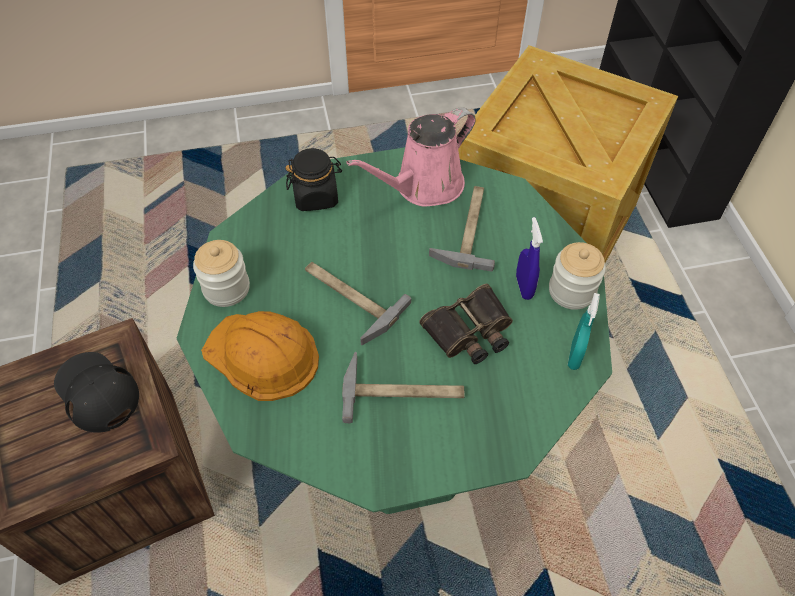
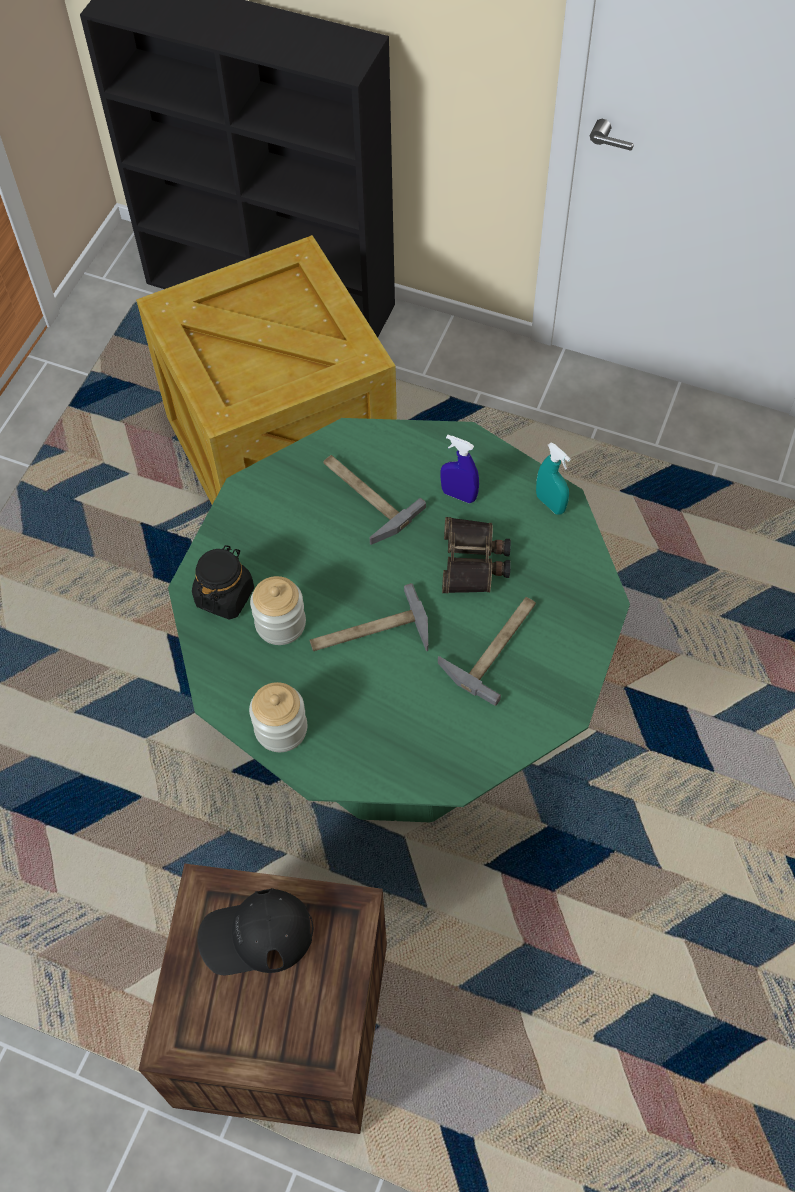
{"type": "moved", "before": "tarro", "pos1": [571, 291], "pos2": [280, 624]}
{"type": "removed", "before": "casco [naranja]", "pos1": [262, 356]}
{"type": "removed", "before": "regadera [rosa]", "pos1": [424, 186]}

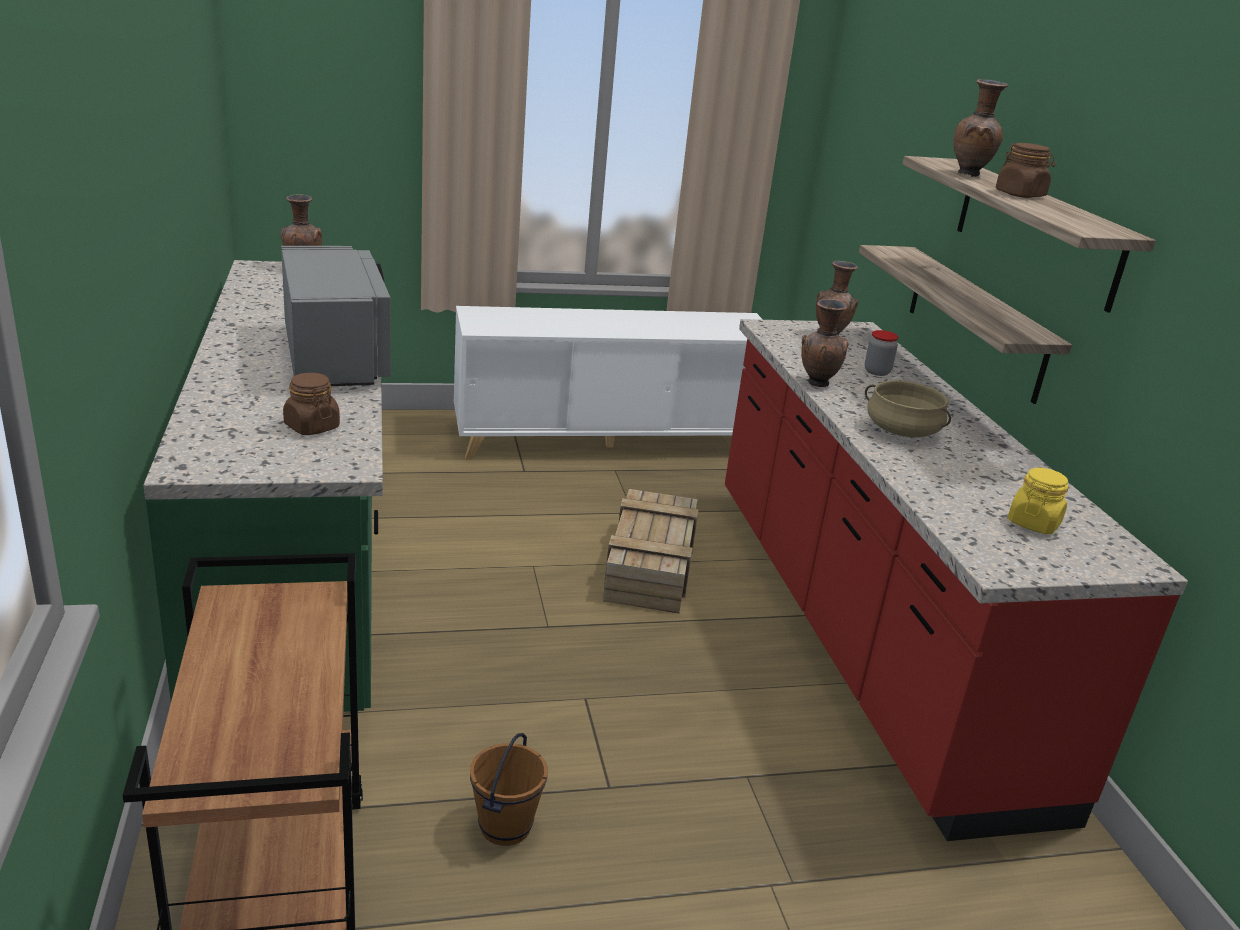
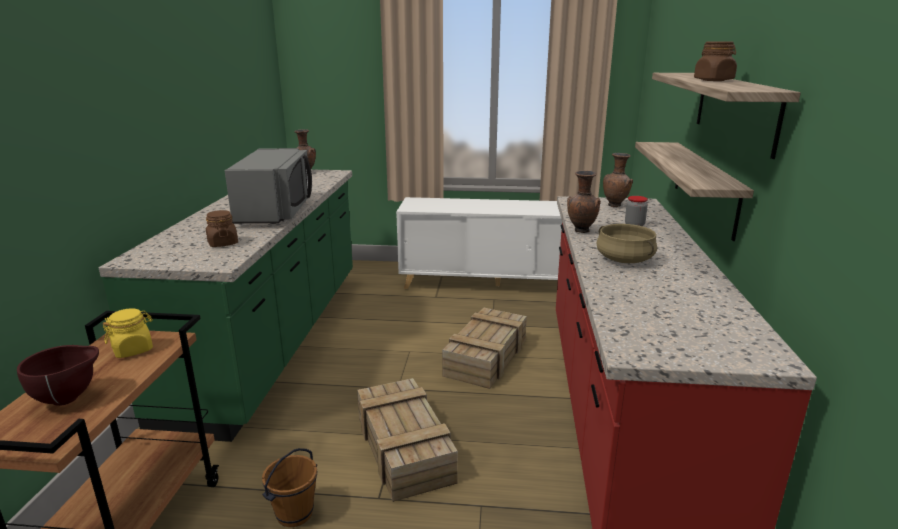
{"type": "added", "after": "cuenco [marrón]", "pos2": [69, 398]}
{"type": "moved", "before": "tarro [amarillo]", "pos1": [1033, 523], "pos2": [133, 349]}
{"type": "added", "after": "caja de embalaje", "pos2": [405, 449]}
{"type": "removed", "before": "florero [marrón]", "pos1": [969, 175]}

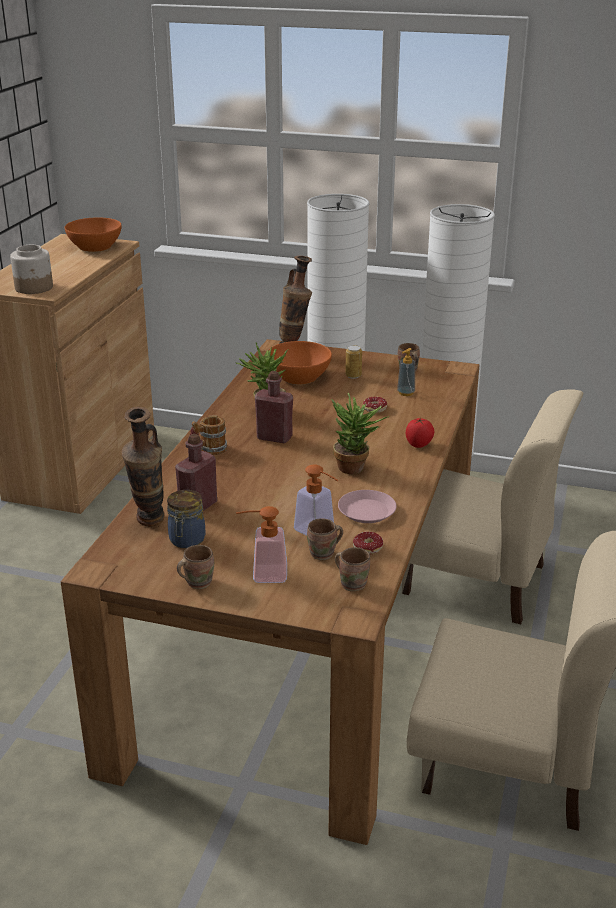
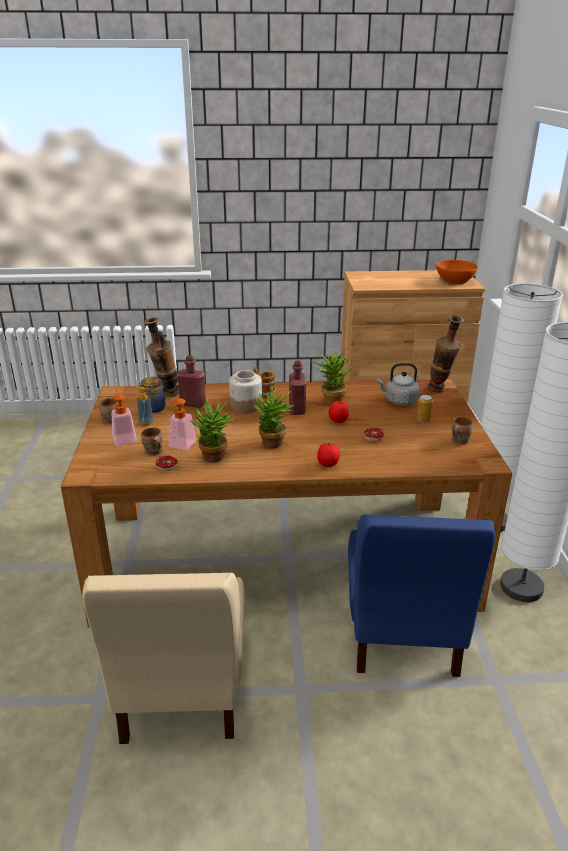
{"type": "moved", "before": "dispensador de jabón", "pos1": [405, 393], "pos2": [146, 423]}
{"type": "replaced", "before": "plato [rosa]", "after": "planta en maceta", "pos1": [367, 511], "pos2": [214, 459]}
{"type": "moved", "before": "tarro", "pos1": [34, 288], "pos2": [246, 406]}
{"type": "added", "after": "tomate", "pos2": [338, 421]}
{"type": "recoloured", "before": "silla [beis]", "after": "silla [azul]", "pos1": [475, 579], "pos2": [402, 632]}
{"type": "replaced", "before": "cuenco [naranja]", "after": "hervidor [gris]", "pos1": [299, 377], "pos2": [399, 401]}
{"type": "removed", "before": "taza grande [marrón]", "pos1": [353, 583]}

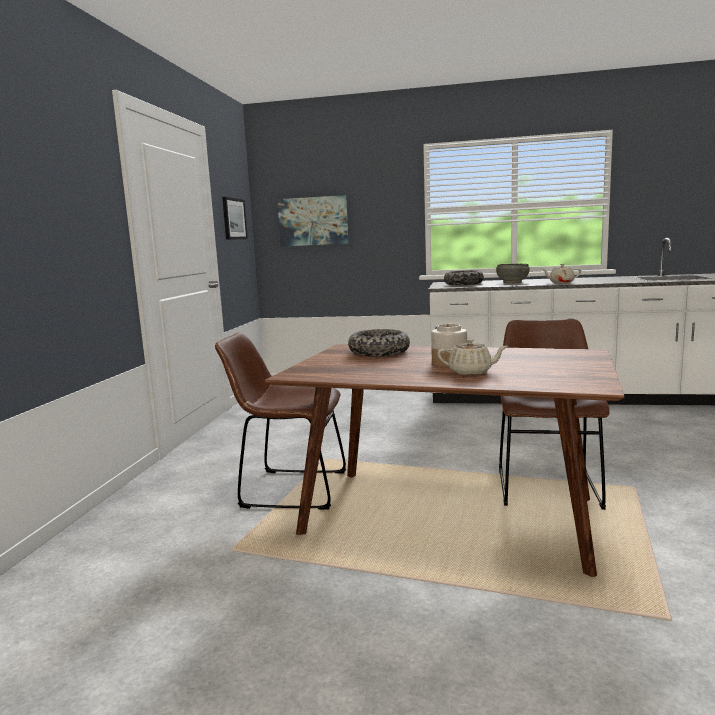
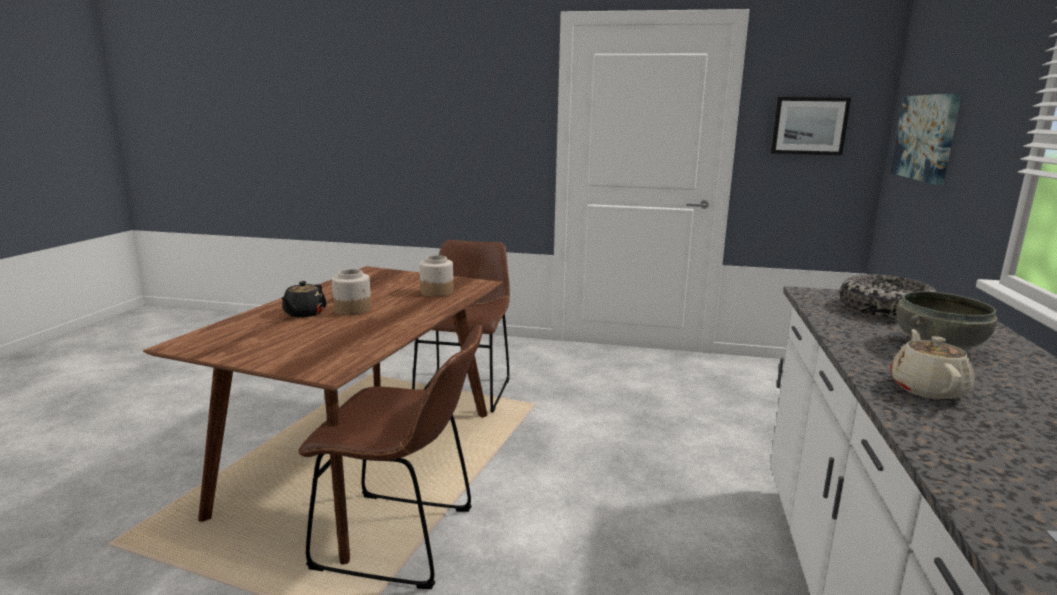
{"type": "recoloured", "before": "tetera [beis]", "after": "tetera [negro]", "pos1": [471, 372], "pos2": [304, 313]}
{"type": "replaced", "before": "cuenco", "after": "tarro", "pos1": [379, 352], "pos2": [437, 292]}

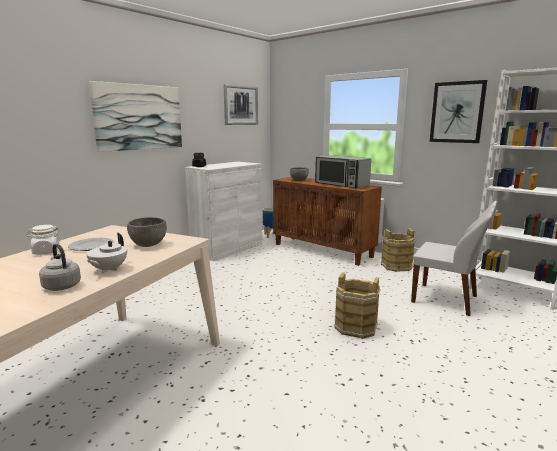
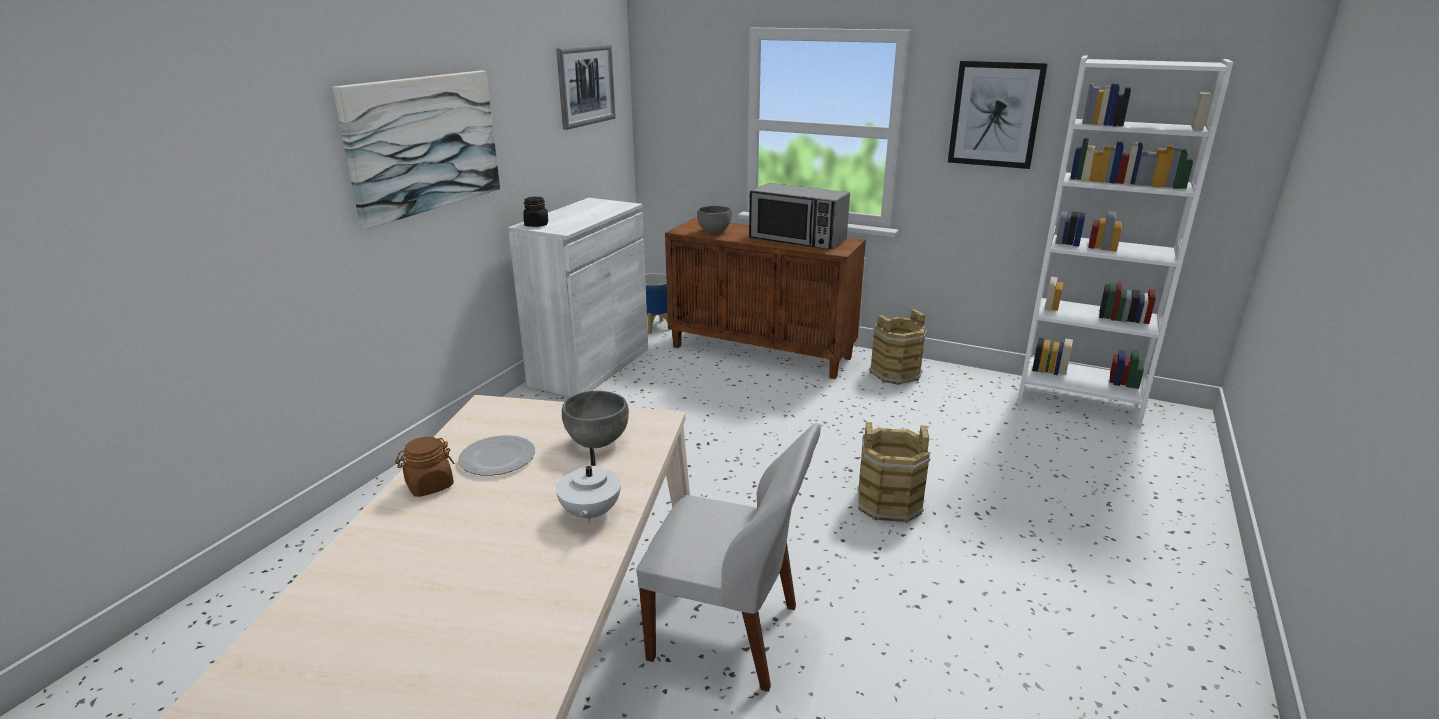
{"type": "recoloured", "before": "tarro [blanco]", "after": "tarro [marrón]", "pos1": [46, 252], "pos2": [429, 485]}
{"type": "moved", "before": "silla [blanco]", "pos1": [446, 300], "pos2": [729, 634]}
{"type": "removed", "before": "hervidor [gris]", "pos1": [61, 286]}

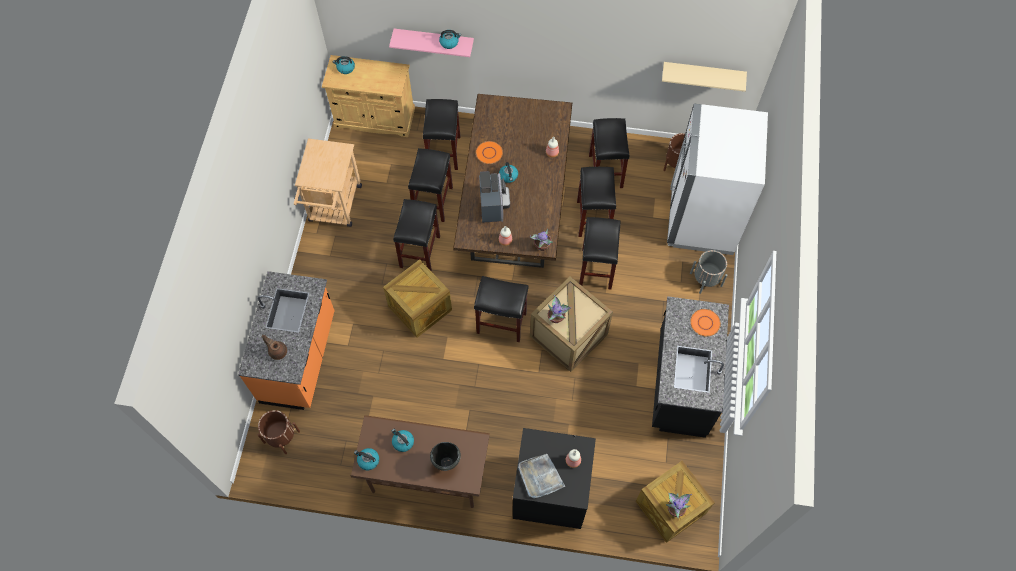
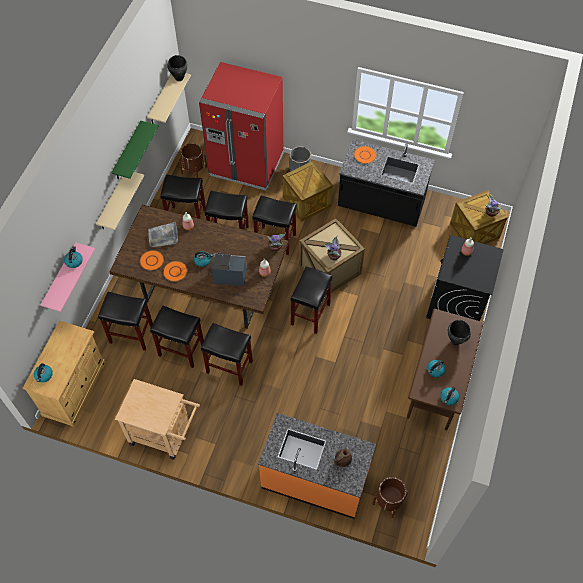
{"type": "added", "after": "estante [beis]", "pos2": [113, 201]}
{"type": "added", "after": "estante [verde]", "pos2": [127, 152]}
{"type": "added", "after": "plato [naranja]", "pos2": [152, 261]}
{"type": "moved", "before": "bandeja [gris]", "pos1": [540, 477], "pos2": [163, 236]}
{"type": "added", "after": "olla [negro]", "pos2": [179, 78]}
{"type": "recoloured", "before": "nevera [blanco]", "after": "nevera [rojo]", "pos1": [701, 217], "pos2": [246, 165]}
{"type": "moved", "before": "caja de embalaje", "pos1": [420, 308], "pos2": [307, 202]}

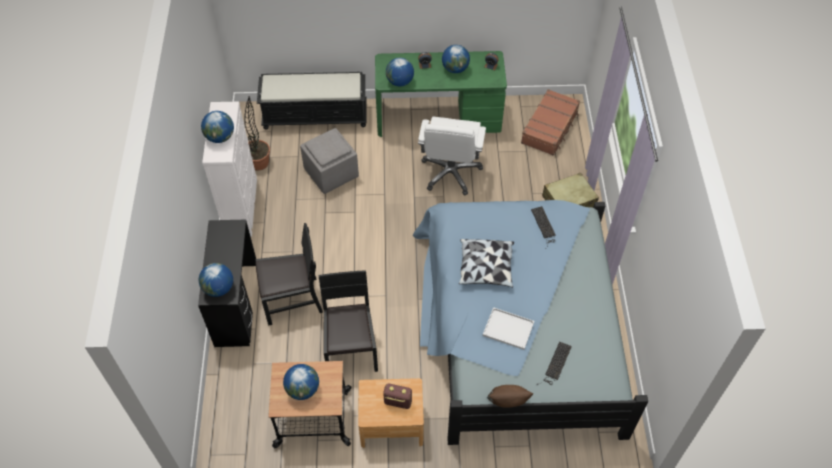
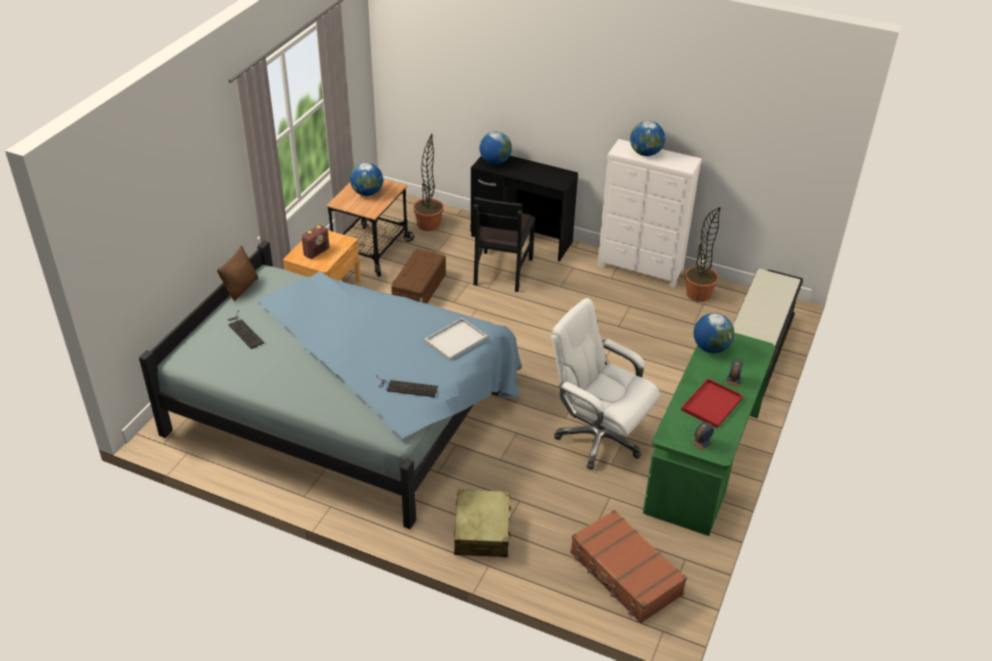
{"type": "replaced", "before": "silla [negro]", "after": "caja de almacenaje [marrón]", "pos1": [350, 349], "pos2": [420, 290]}
{"type": "added", "after": "planta en maceta", "pos2": [428, 225]}
{"type": "moved", "before": "bandeja [blanco]", "pos1": [509, 329], "pos2": [455, 341]}
{"type": "replaced", "before": "globo terráqueo", "after": "bandeja [rojo]", "pos1": [455, 69], "pos2": [712, 405]}
{"type": "removed", "before": "puf [gris]", "pos1": [331, 172]}
{"type": "removed", "before": "cojín", "pos1": [486, 268]}

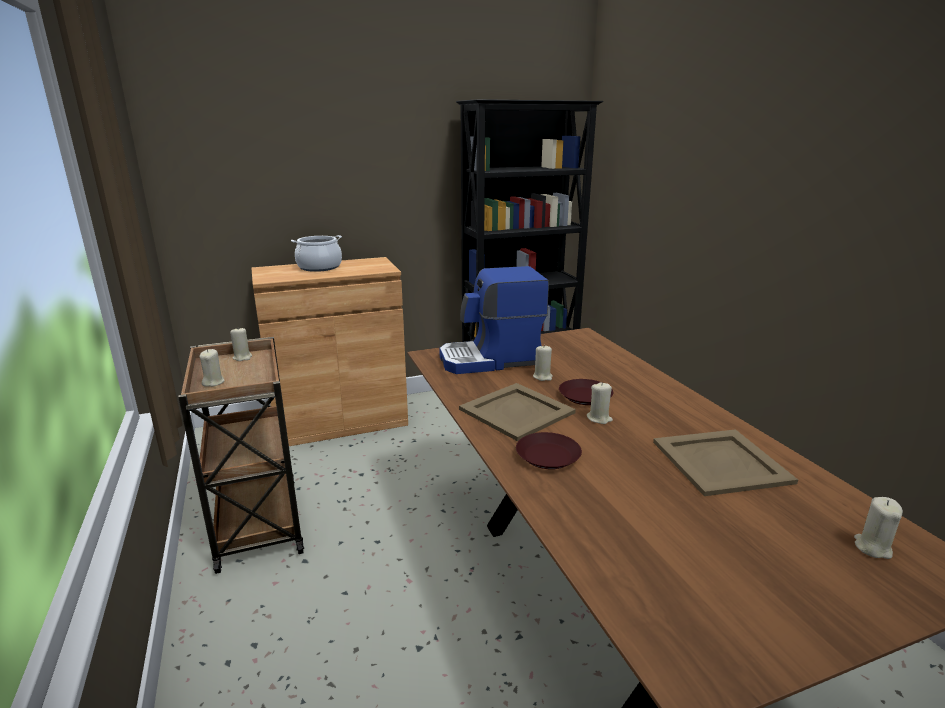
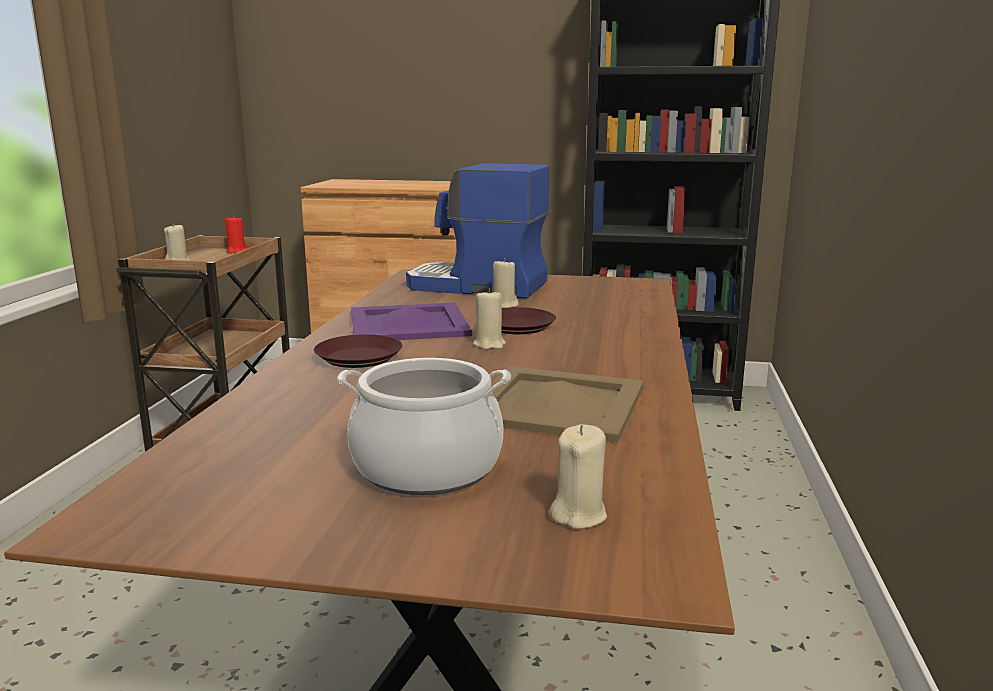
{"type": "recoloured", "before": "vela [beis]", "after": "vela [rojo]", "pos1": [242, 357], "pos2": [237, 251]}
{"type": "moved", "before": "olla", "pos1": [319, 267], "pos2": [427, 468]}
{"type": "recoloured", "before": "bandeja [beis]", "after": "bandeja [morado]", "pos1": [516, 411], "pos2": [407, 324]}

